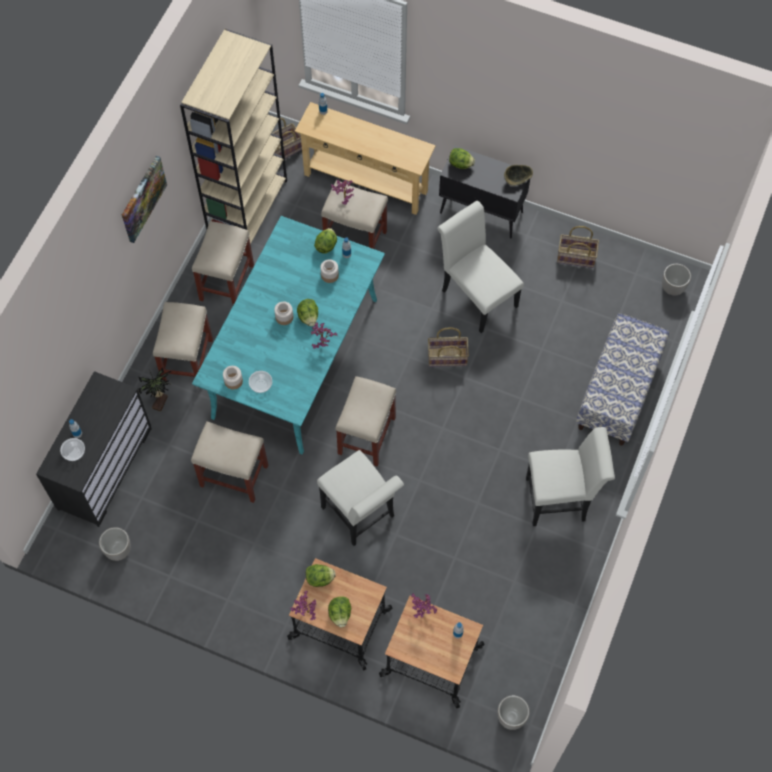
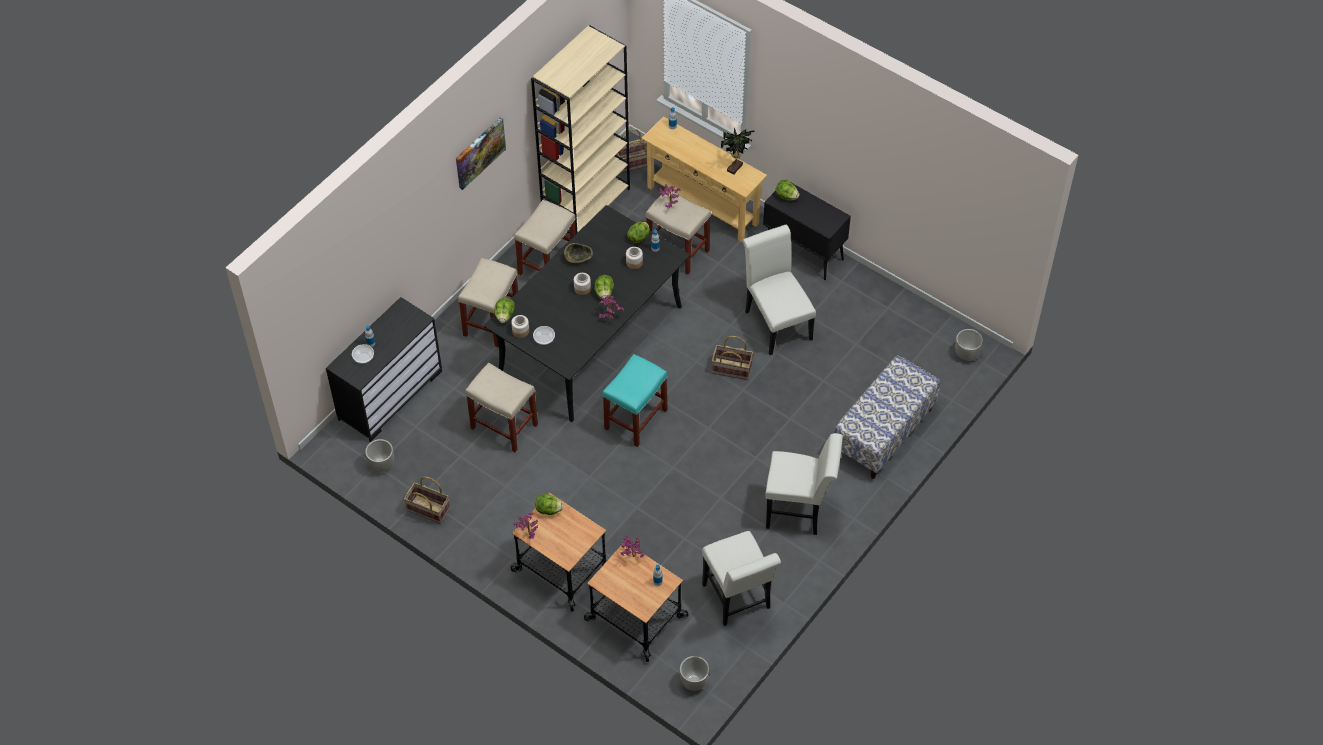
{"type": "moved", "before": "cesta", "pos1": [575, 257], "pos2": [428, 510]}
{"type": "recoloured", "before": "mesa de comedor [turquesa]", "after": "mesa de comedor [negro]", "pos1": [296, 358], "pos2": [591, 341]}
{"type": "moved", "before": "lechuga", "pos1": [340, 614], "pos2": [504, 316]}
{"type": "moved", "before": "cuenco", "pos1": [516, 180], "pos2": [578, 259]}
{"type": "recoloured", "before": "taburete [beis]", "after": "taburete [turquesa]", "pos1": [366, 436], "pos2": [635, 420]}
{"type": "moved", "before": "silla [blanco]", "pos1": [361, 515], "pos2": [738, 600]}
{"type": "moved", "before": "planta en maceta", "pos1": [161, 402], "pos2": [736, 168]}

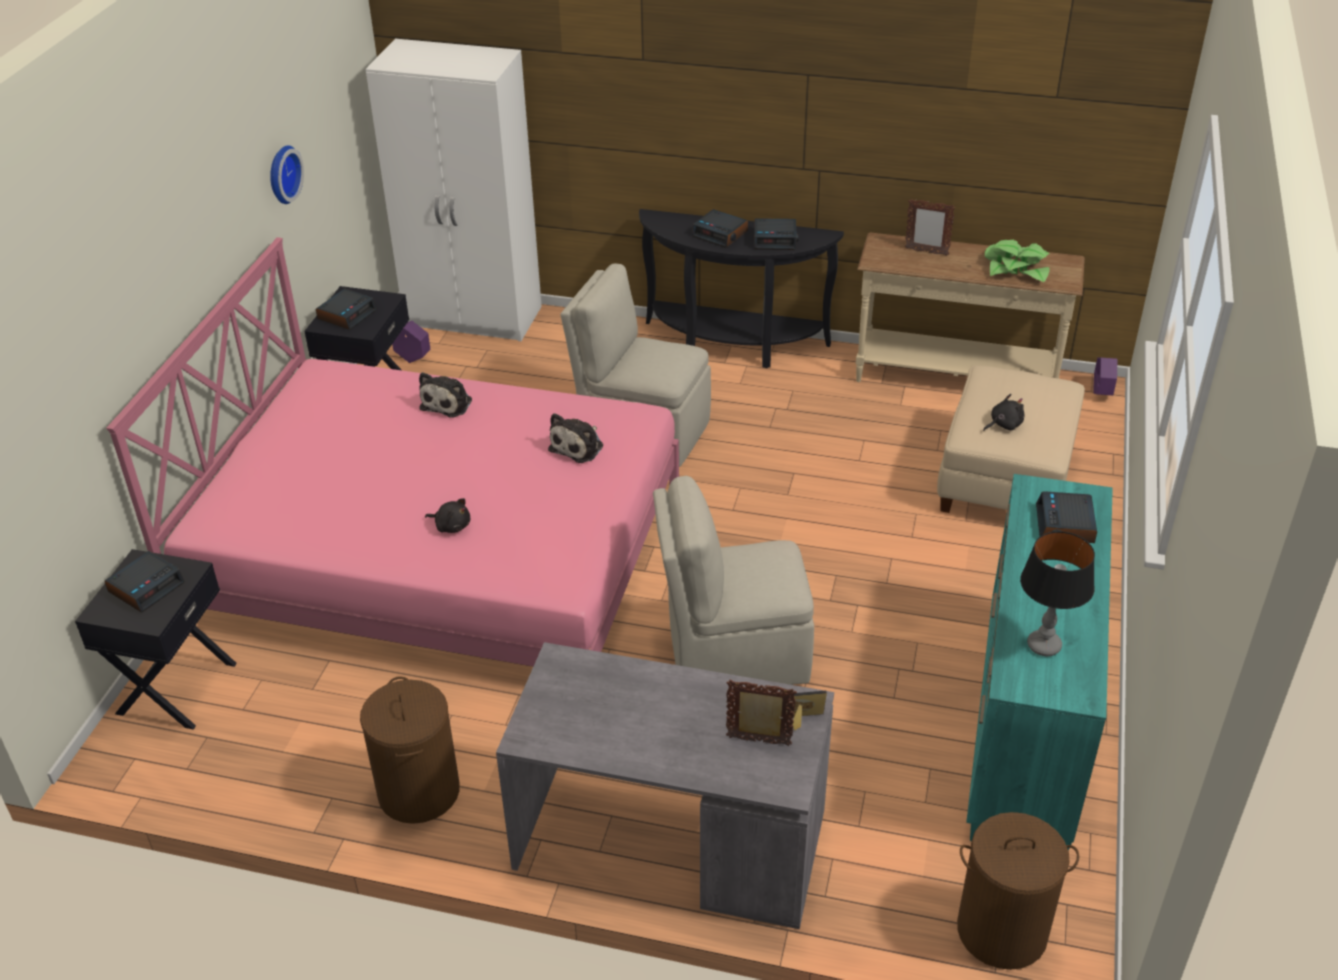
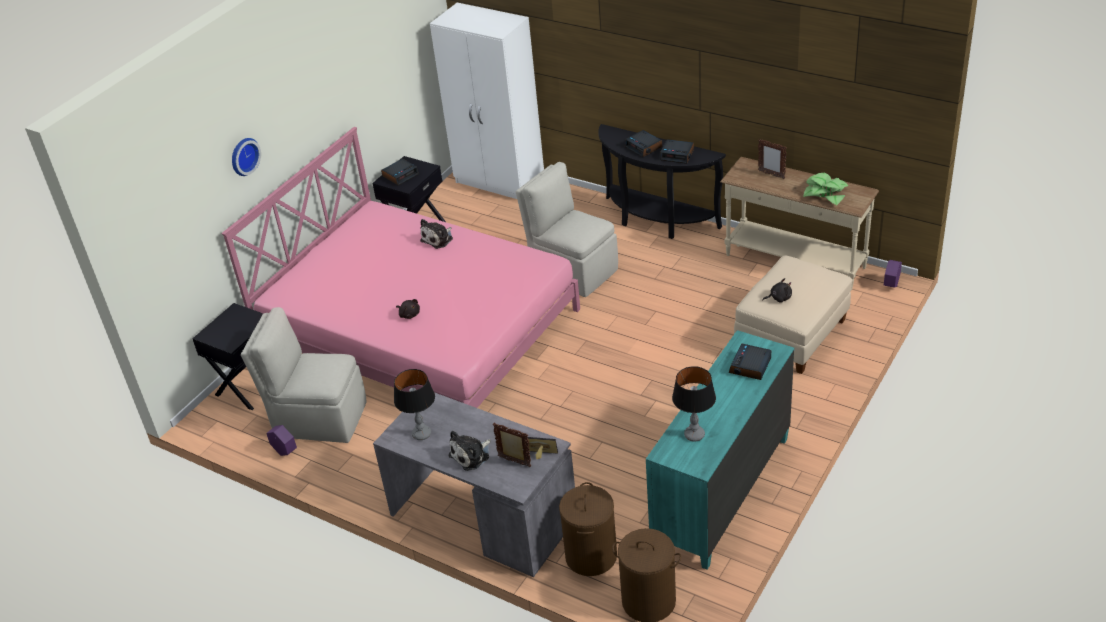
{"type": "moved", "before": "reloj de pared", "pos1": [281, 174], "pos2": [243, 156]}
{"type": "moved", "before": "silla [beis]", "pos1": [733, 653], "pos2": [318, 418]}
{"type": "moved", "before": "maceta [morado]", "pos1": [413, 359], "pos2": [285, 451]}
{"type": "added", "after": "lámpara de mesa", "pos2": [422, 434]}
{"type": "moved", "before": "peluche", "pos1": [578, 446], "pos2": [471, 455]}
{"type": "moved", "before": "cesto de la ropa [marrón]", "pos1": [418, 791], "pos2": [591, 556]}
{"type": "removed", "before": "despertador", "pos1": [146, 587]}

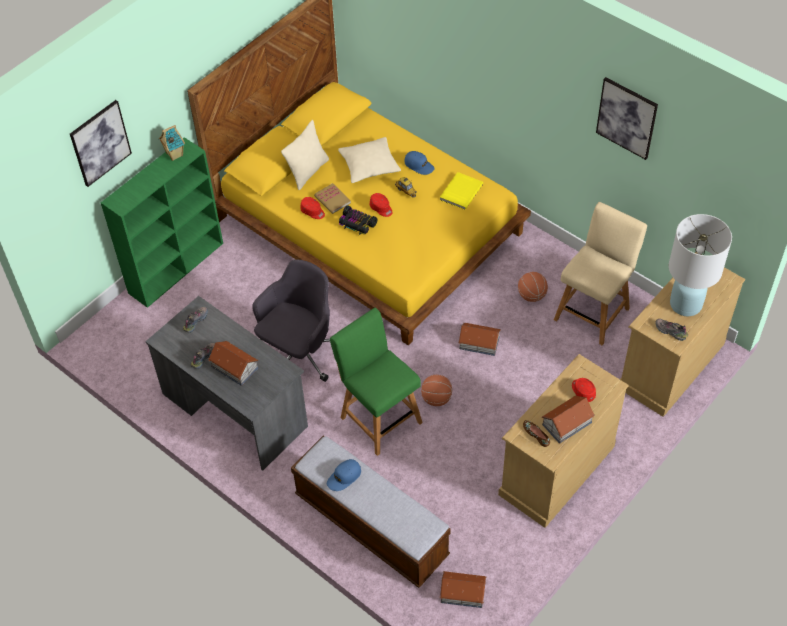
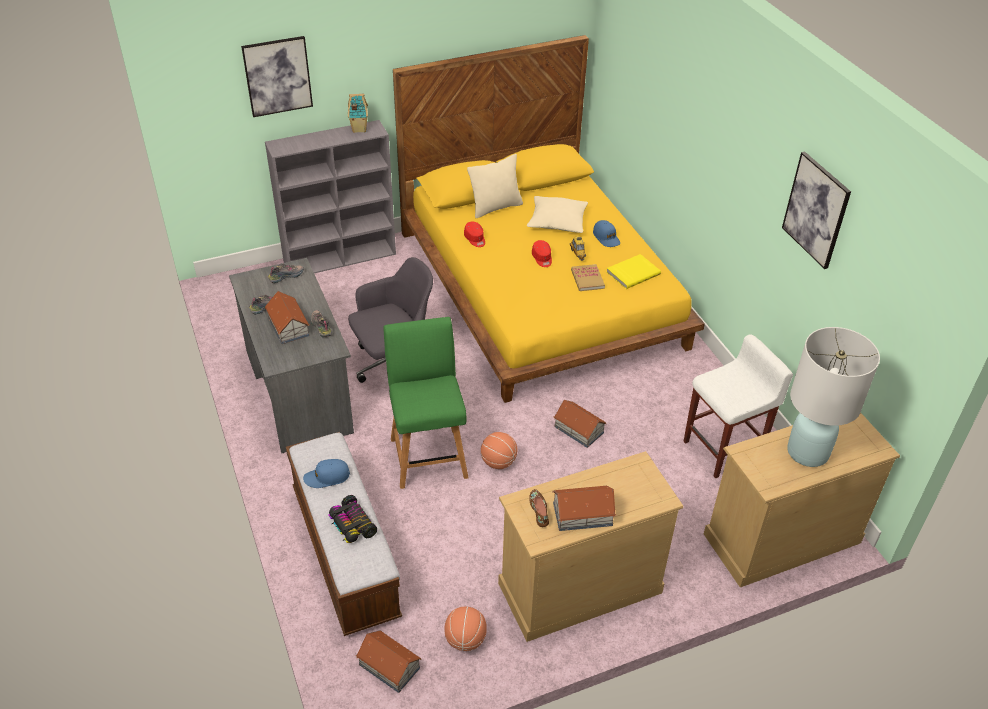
{"type": "recoloured", "before": "estantería [verde]", "after": "estantería [gris]", "pos1": [177, 267], "pos2": [341, 257]}
{"type": "moved", "before": "zapato", "pos1": [670, 332], "pos2": [320, 327]}
{"type": "moved", "before": "coche de juguete", "pos1": [357, 224], "pos2": [351, 525]}
{"type": "moved", "before": "balón de baloncesto", "pos1": [531, 295], "pos2": [465, 640]}
{"type": "moved", "before": "libro", "pos1": [332, 199], "pos2": [587, 279]}
{"type": "replaced", "before": "silla [beis]", "after": "taburete [blanco]", "pos1": [593, 311], "pos2": [723, 449]}
{"type": "removed", "before": "gorra [rojo]", "pos1": [582, 391]}

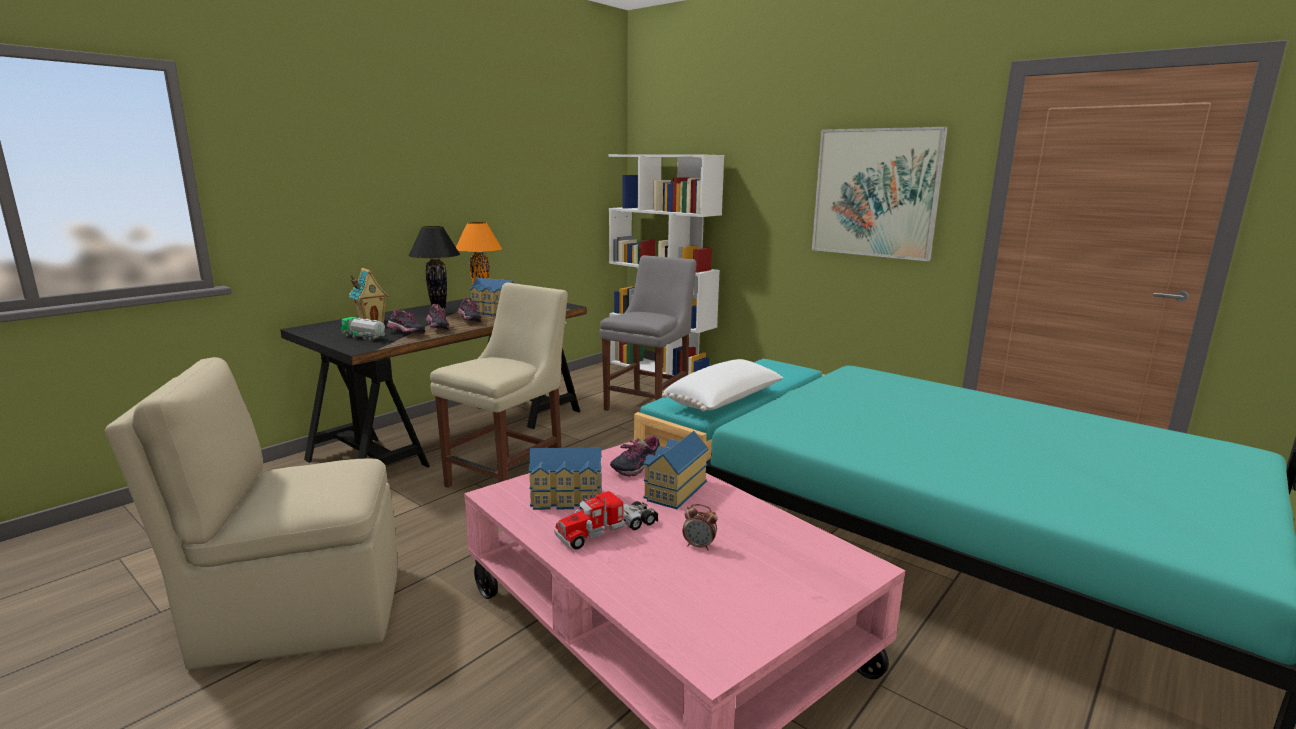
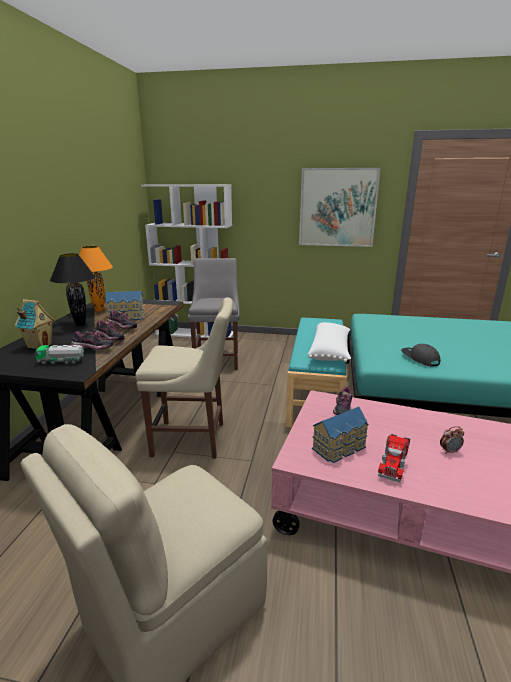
{"type": "turned", "before": "silla [beis]", "pos1": [509, 478], "pos2": [193, 439], "turn": 90}
{"type": "added", "after": "gorra [gris]", "pos2": [419, 359]}
{"type": "removed", "before": "casita", "pos1": [673, 490]}

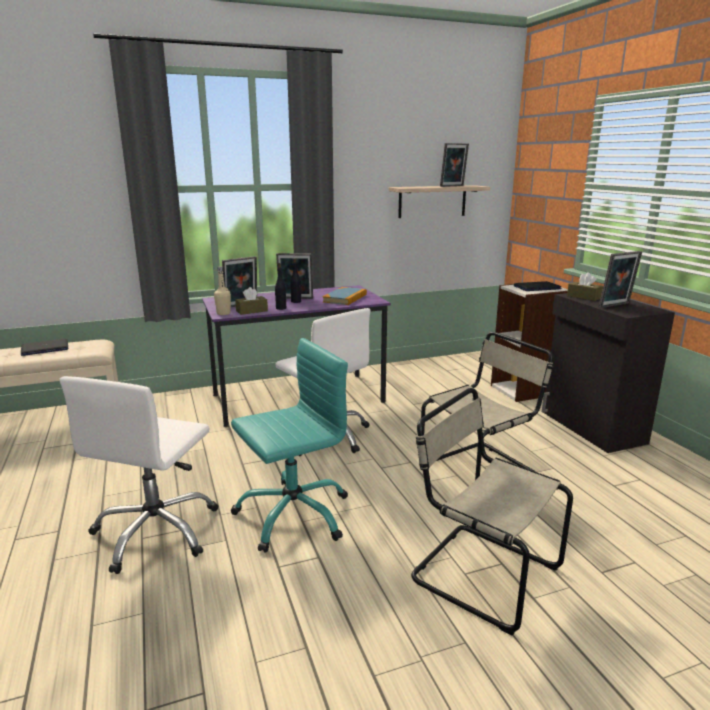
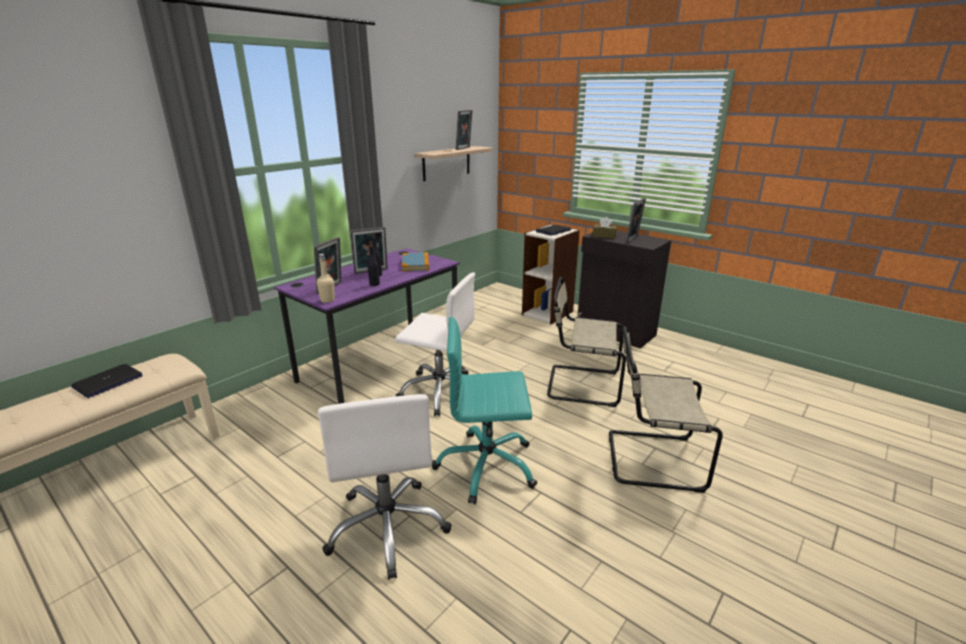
{"type": "turned", "before": "silla de oficina [turquesa]", "pos1": [293, 514], "pos2": [486, 466], "turn": -120}
{"type": "turned", "before": "silla [beis]", "pos1": [481, 470], "pos2": [580, 385], "turn": -105}
{"type": "removed", "before": "caja de pañuelos [marrón]", "pos1": [252, 311]}

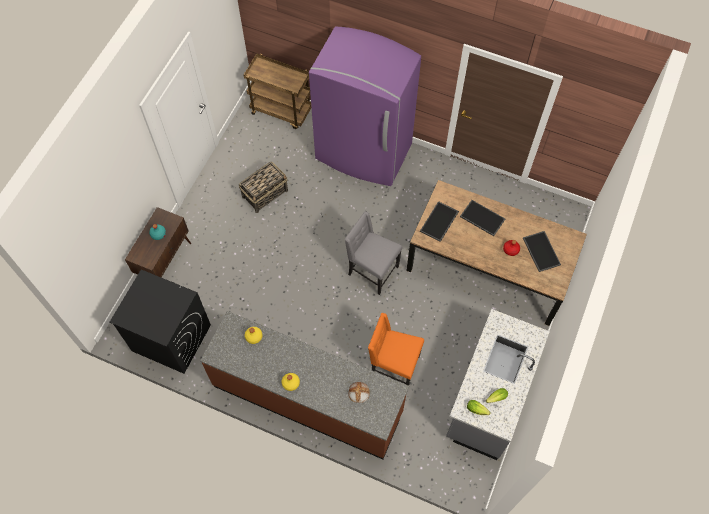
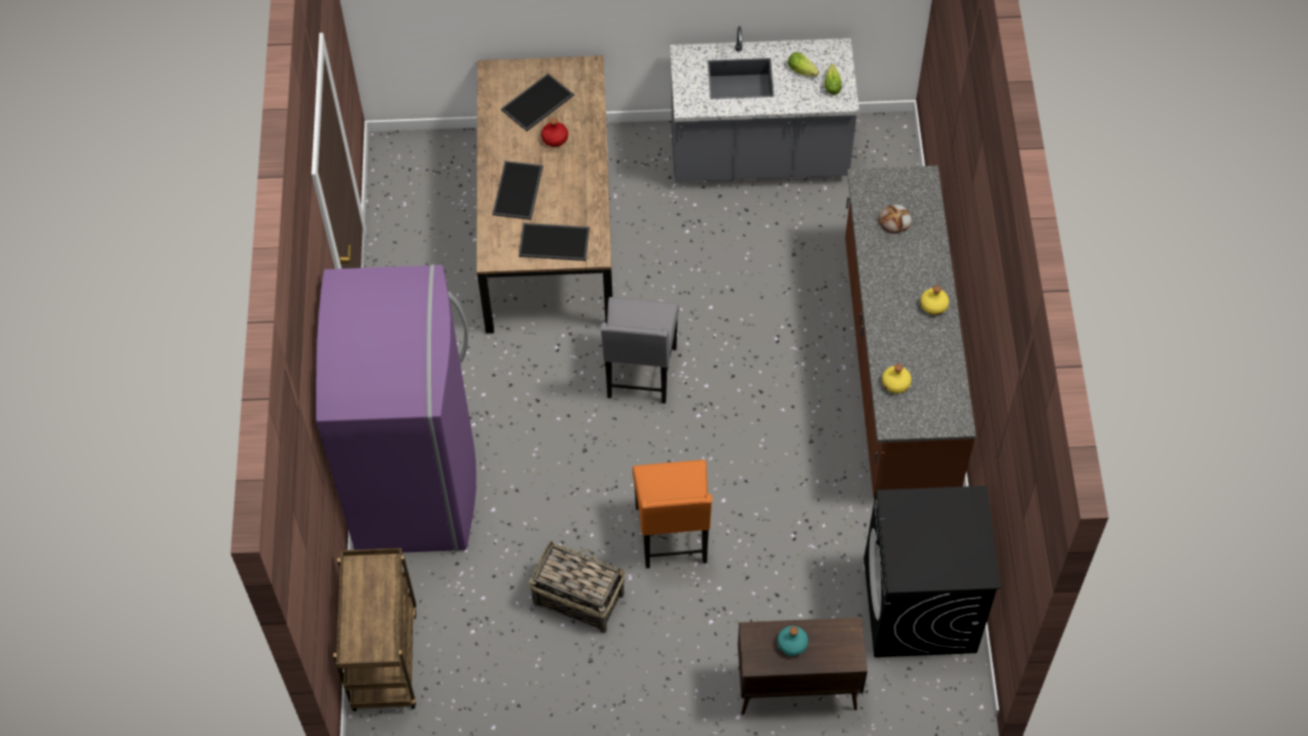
{"type": "moved", "before": "silla [naranja]", "pos1": [393, 366], "pos2": [673, 536]}

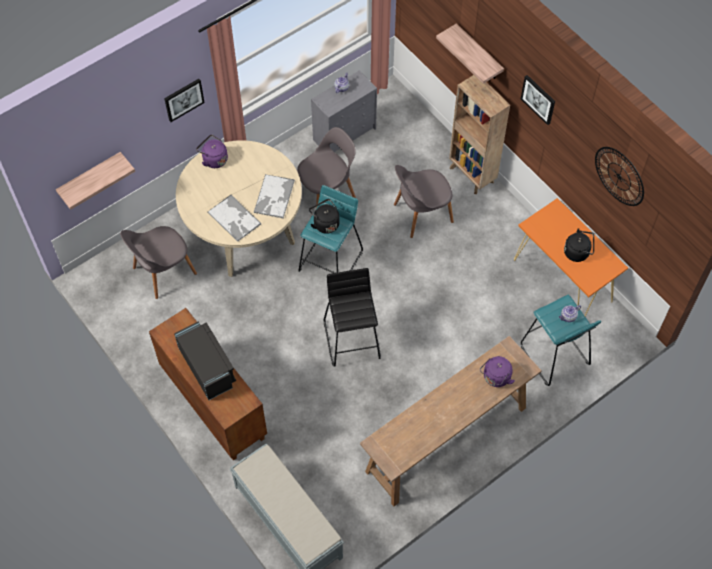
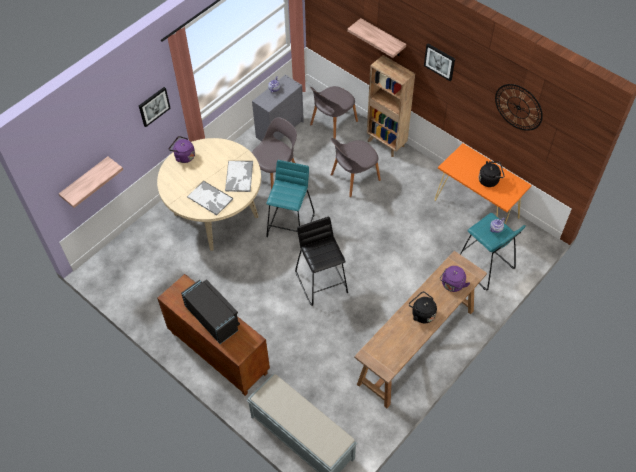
{"type": "moved", "before": "silla [gris]", "pos1": [163, 272], "pos2": [333, 124]}
{"type": "moved", "before": "hervidor [negro]", "pos1": [325, 223], "pos2": [422, 314]}

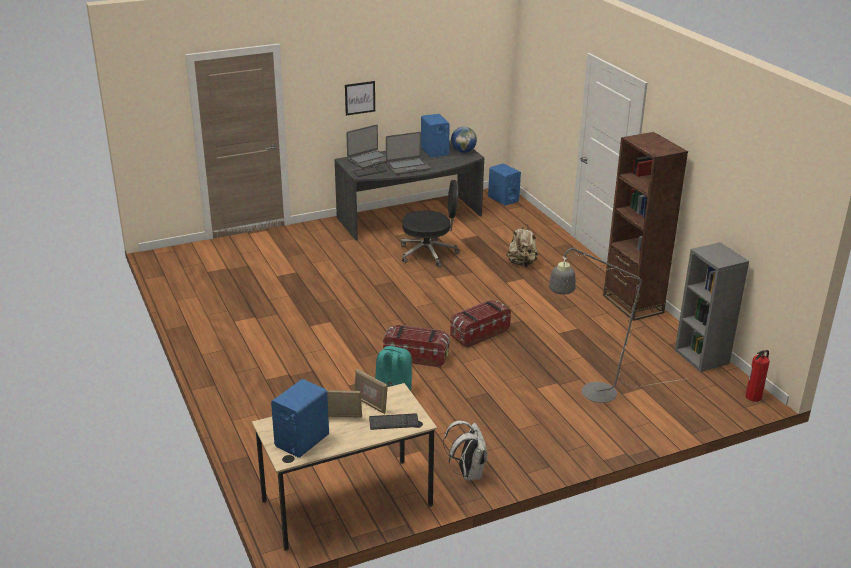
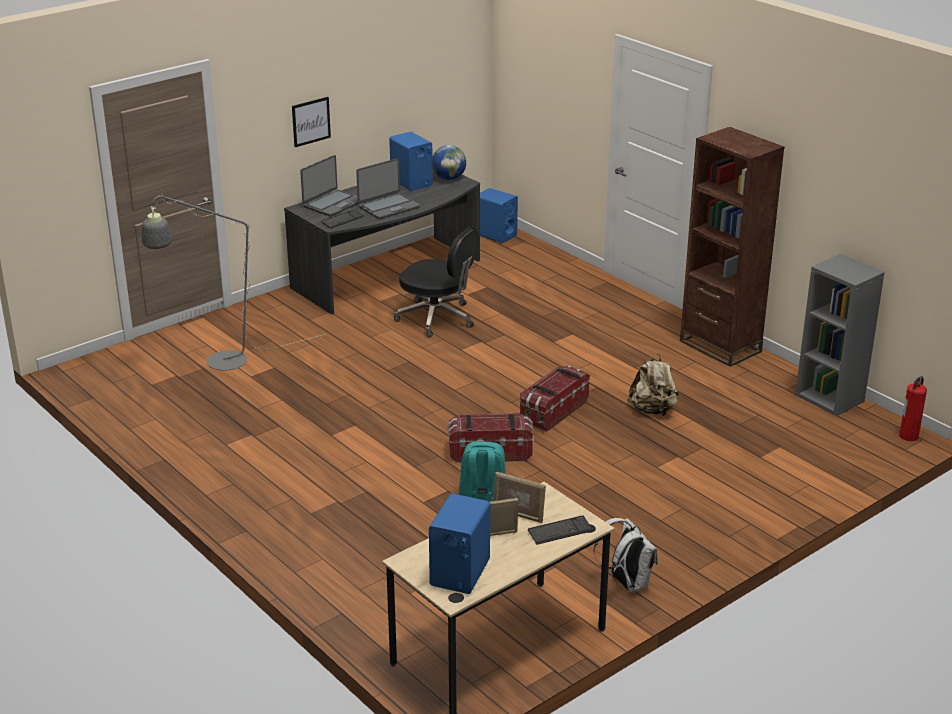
{"type": "moved", "before": "lámpara de pie [gris]", "pos1": [590, 394], "pos2": [216, 363]}
{"type": "turned", "before": "silla de oficina [negro]", "pos1": [429, 253], "pos2": [437, 318], "turn": 45}
{"type": "moved", "before": "mochila [beis]", "pos1": [522, 263], "pos2": [653, 410]}

